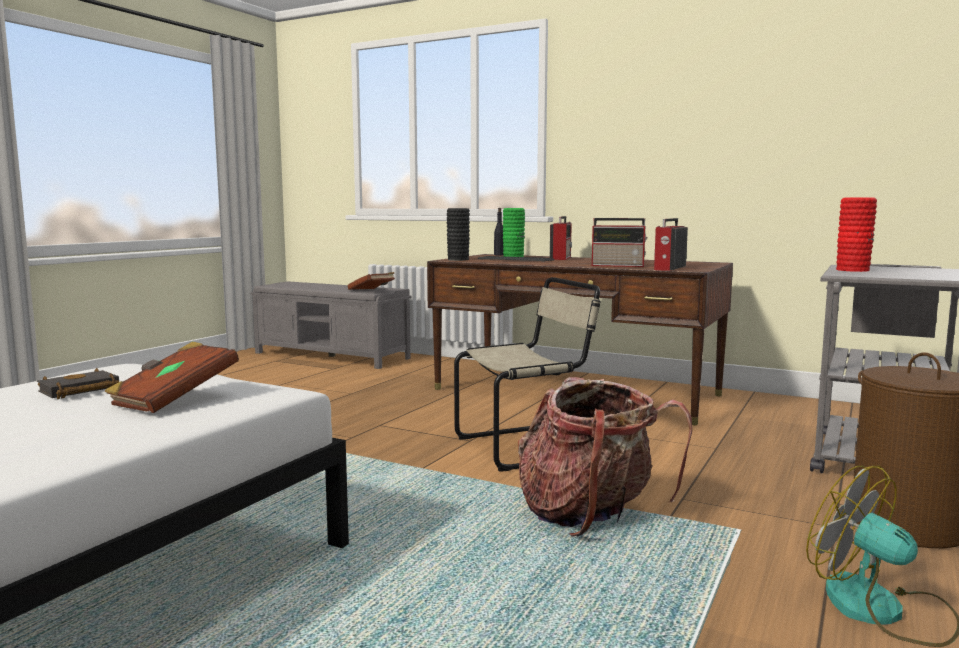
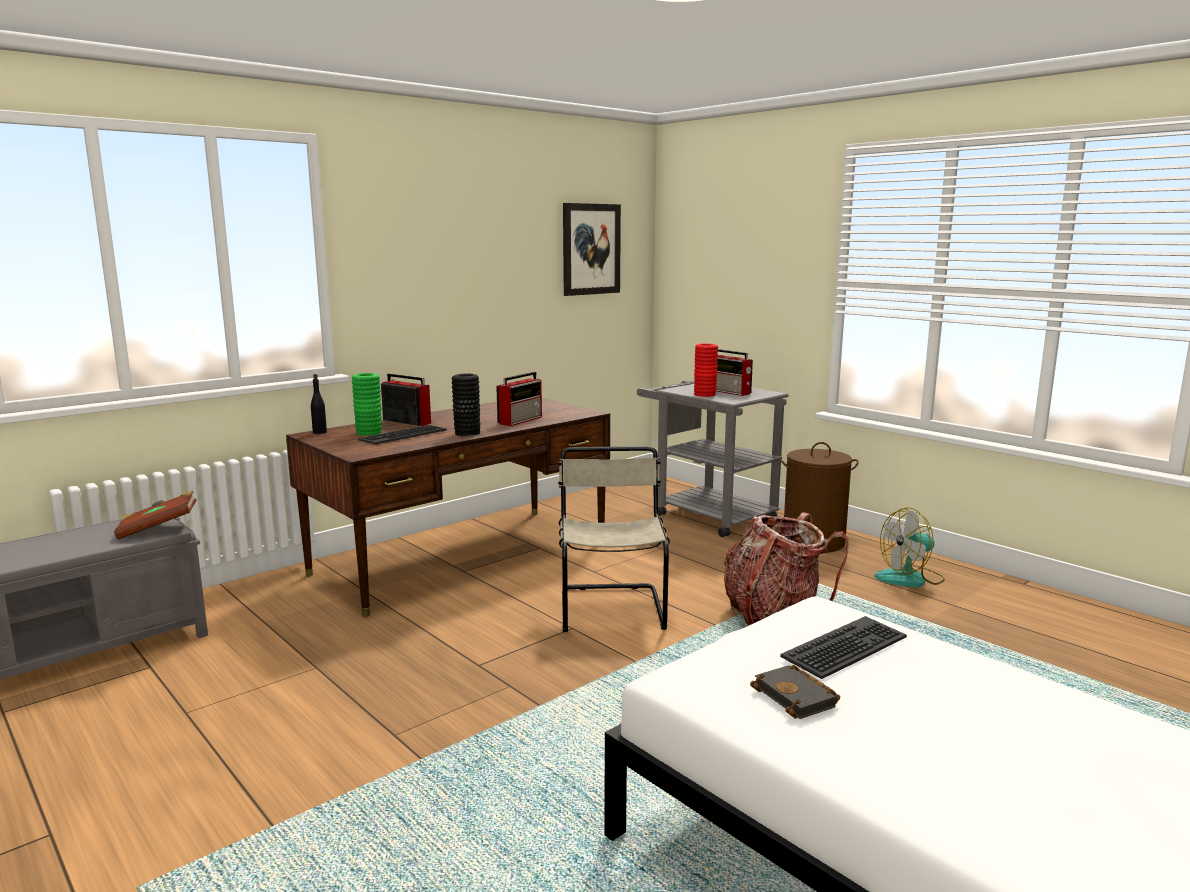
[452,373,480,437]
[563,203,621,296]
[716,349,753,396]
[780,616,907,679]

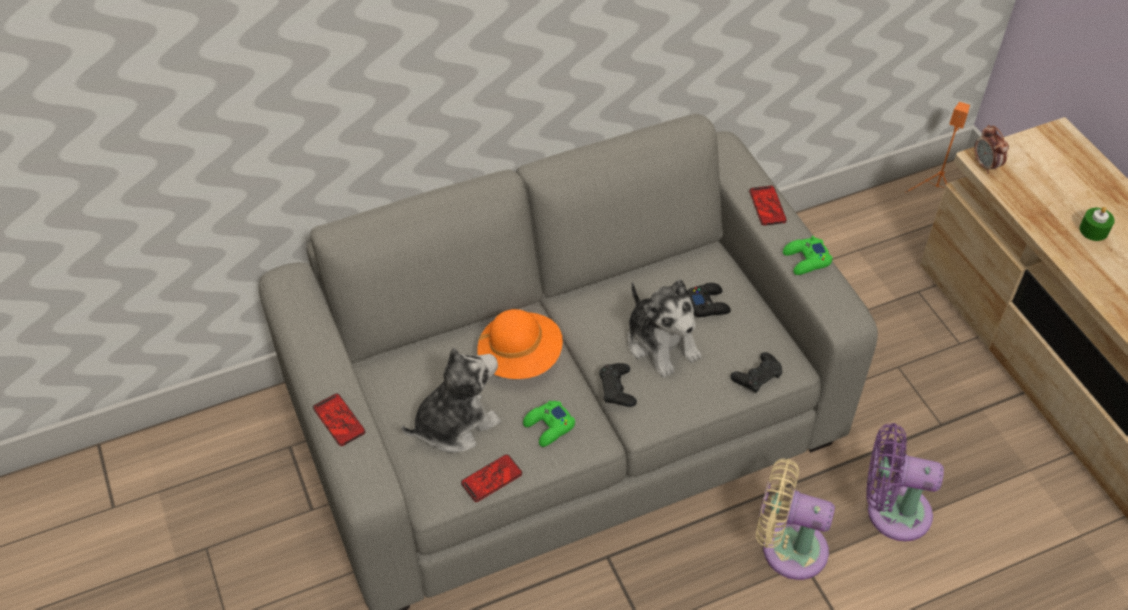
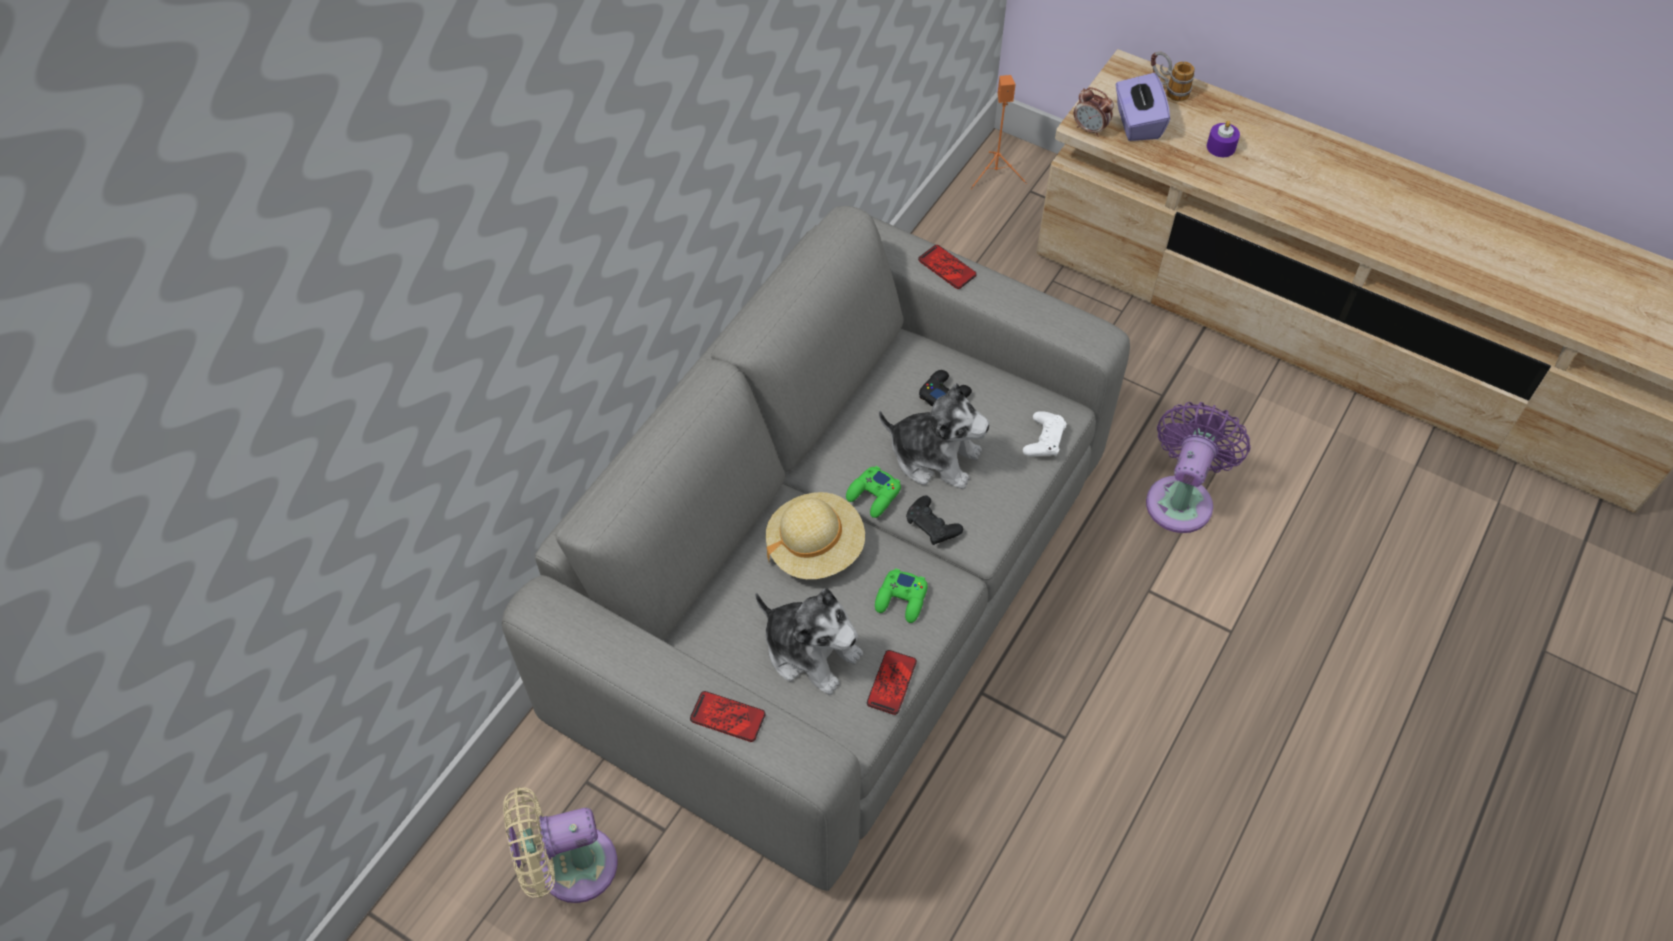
[503,787,618,903]
[755,588,863,695]
[766,492,865,579]
[846,466,901,518]
[1023,411,1067,457]
[1116,73,1170,141]
[1146,402,1251,533]
[1151,52,1195,101]
[1207,120,1240,157]

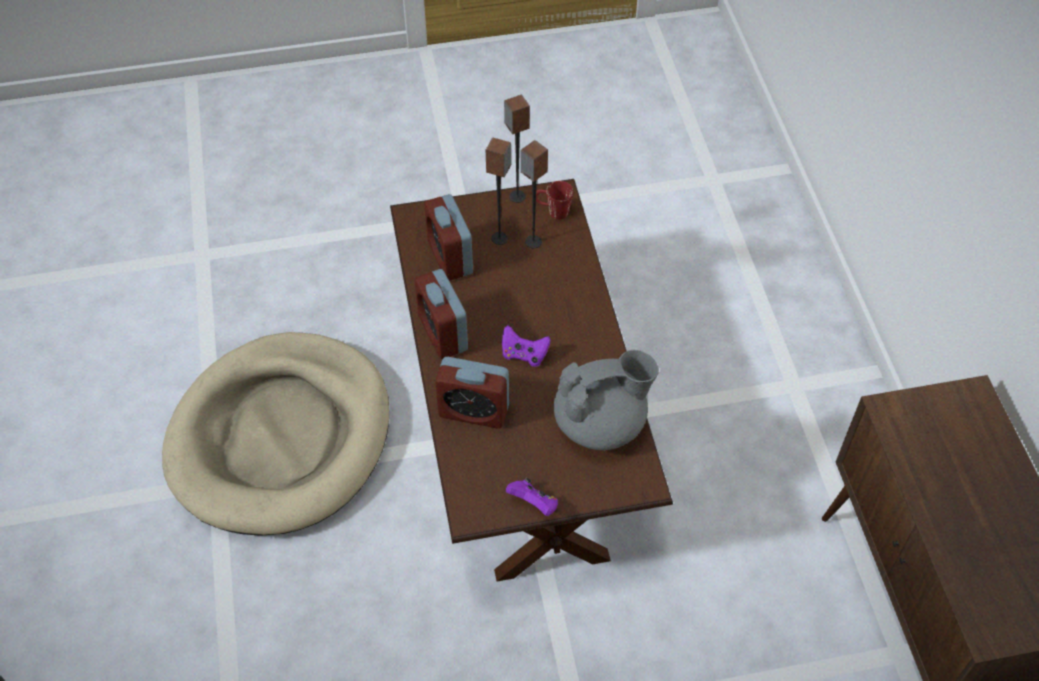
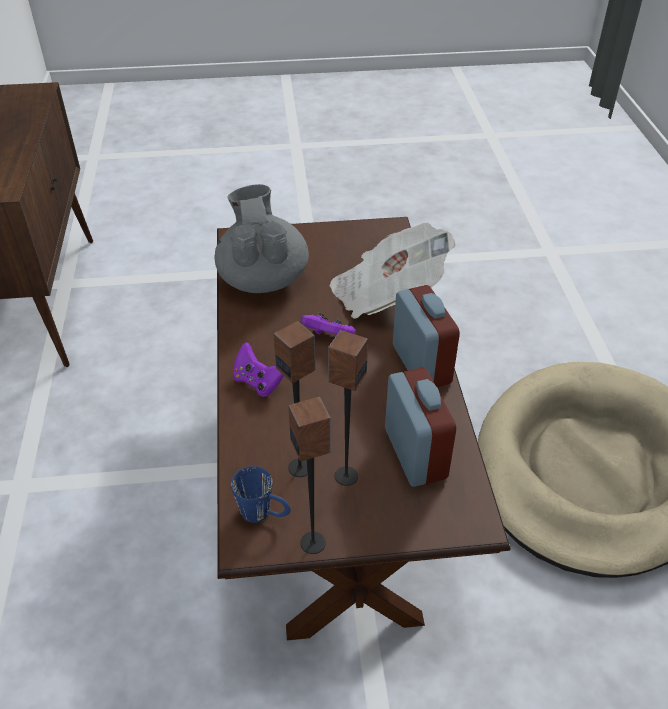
[214,184,309,293]
[231,466,291,523]
[233,343,284,397]
[329,223,455,319]

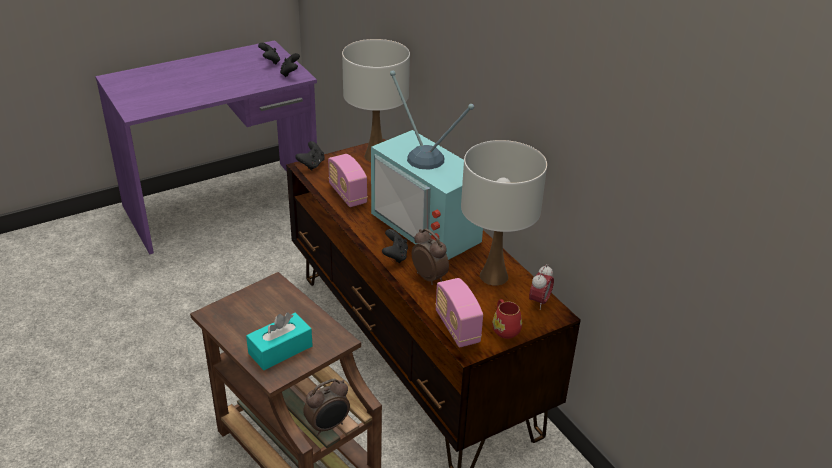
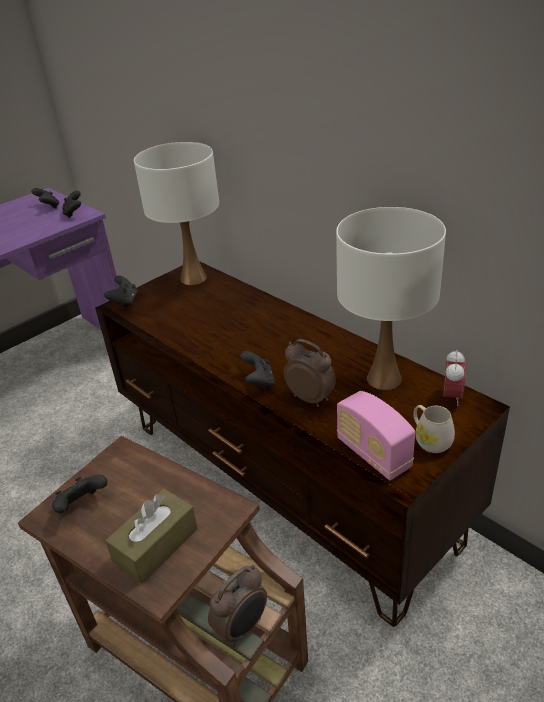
[52,475,108,513]
[105,489,198,583]
[414,405,455,453]
[328,154,368,207] (first image)
[371,71,483,260] (first image)

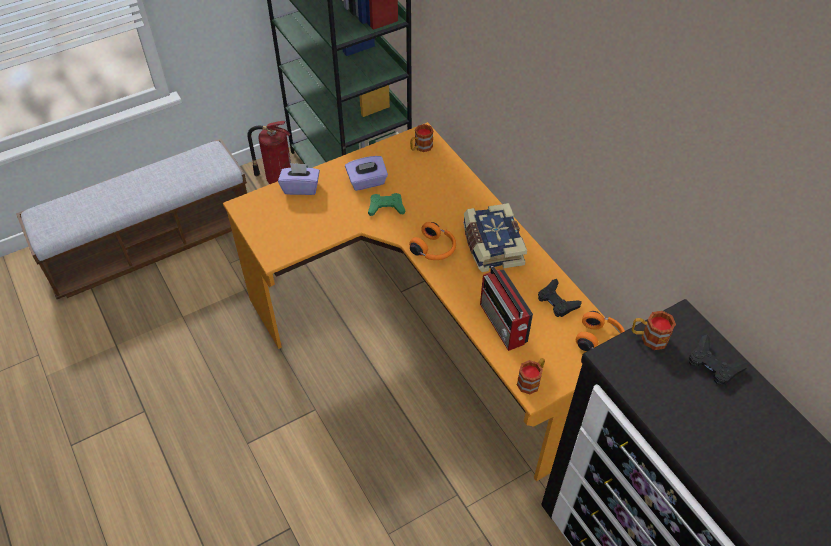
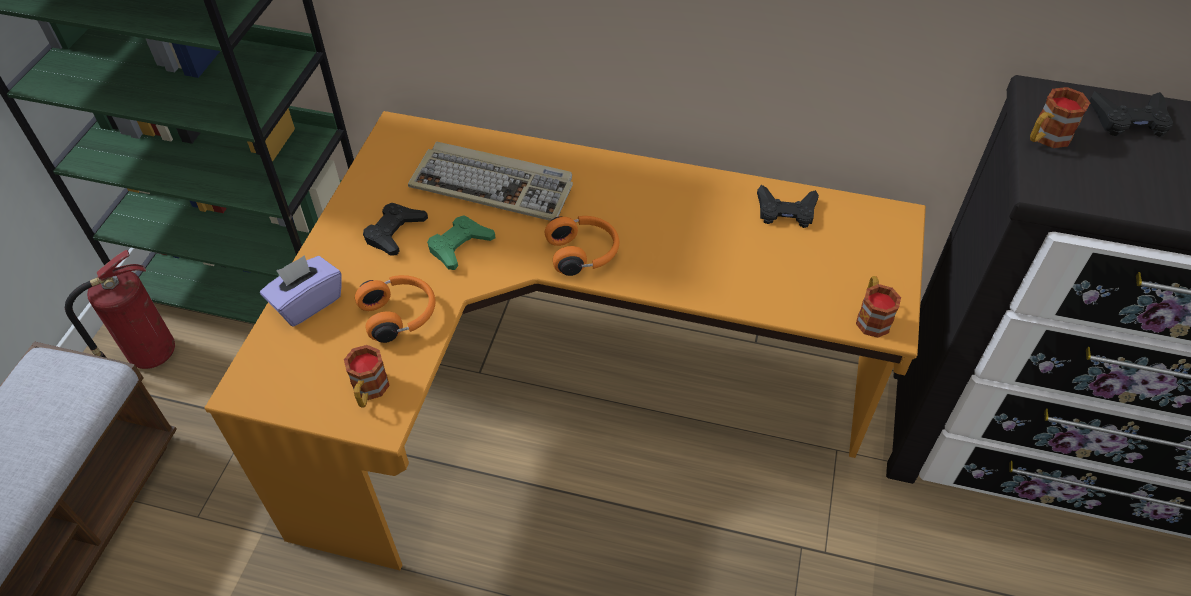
[344,345,390,408]
[355,275,435,343]
[363,202,428,256]
[408,142,573,221]
[463,203,527,272] (first image)
[480,266,533,351] (first image)

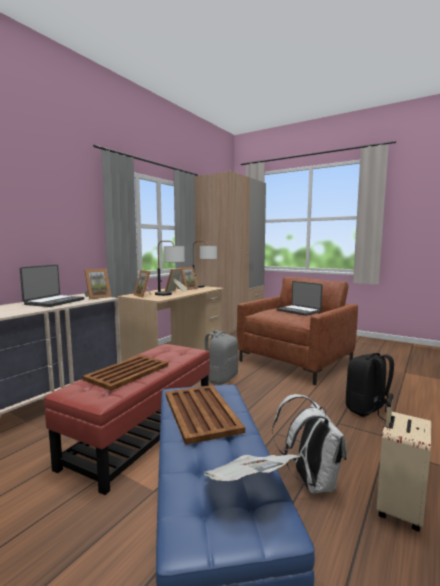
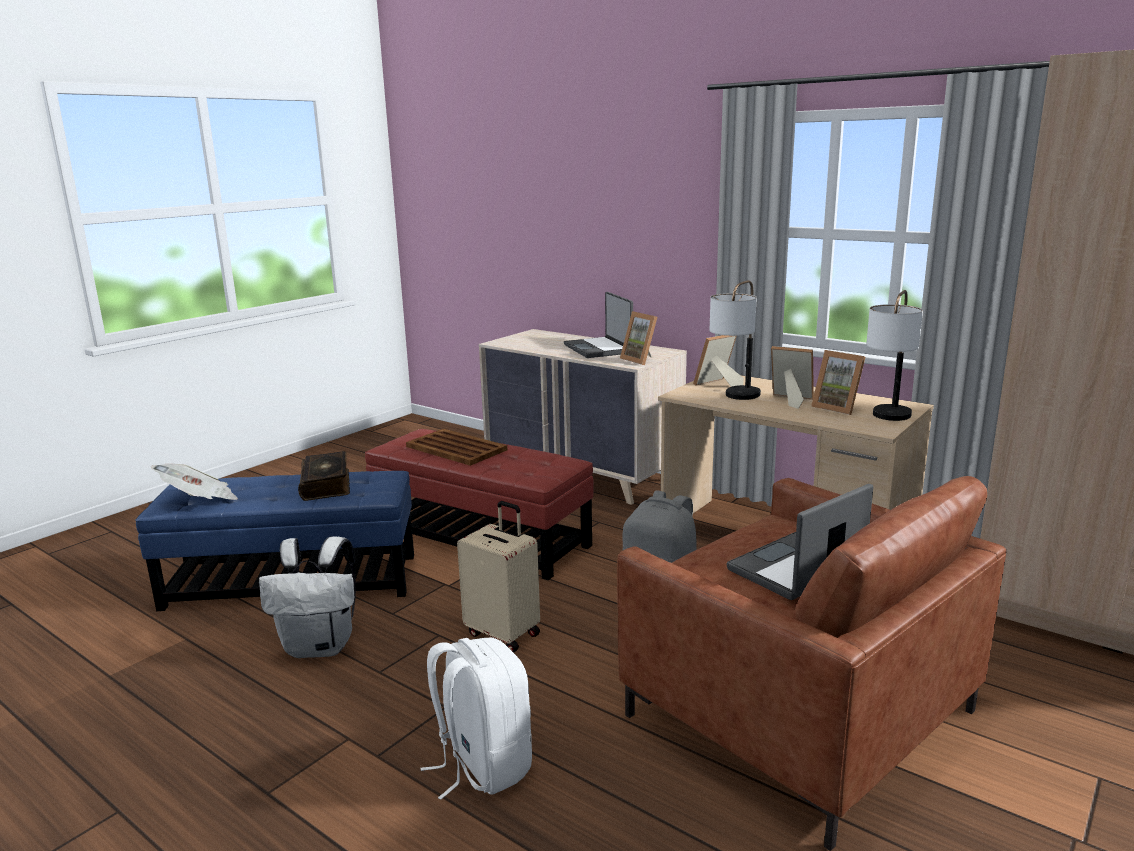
[298,451,350,501]
[421,638,532,800]
[457,501,540,652]
[564,292,633,358]

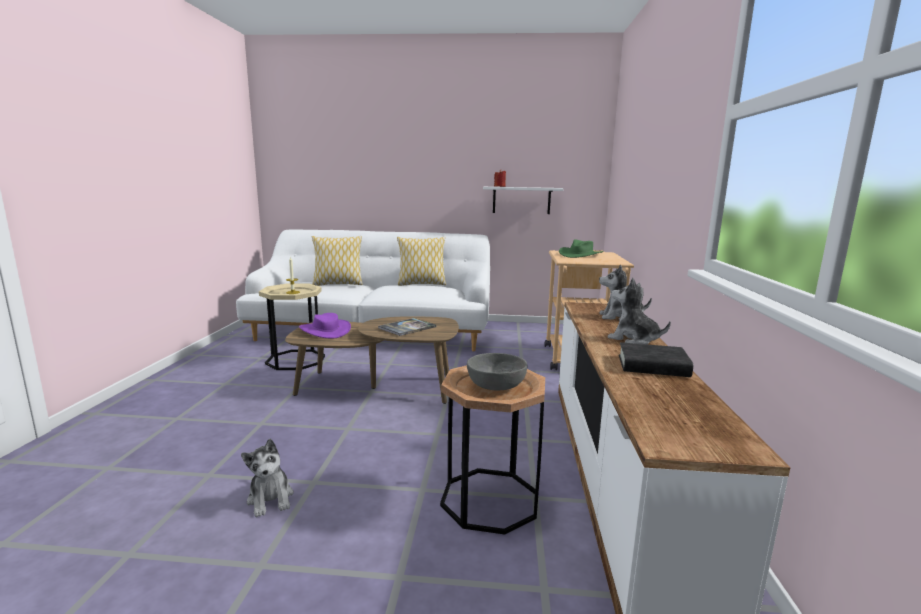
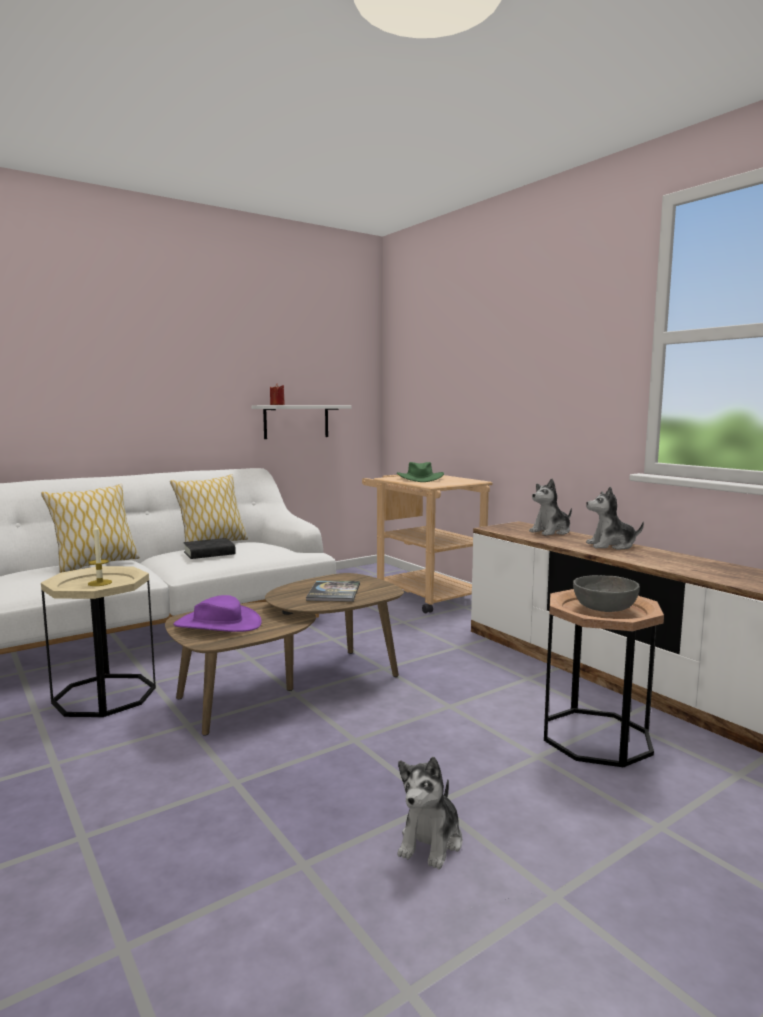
[183,538,236,559]
[398,757,463,869]

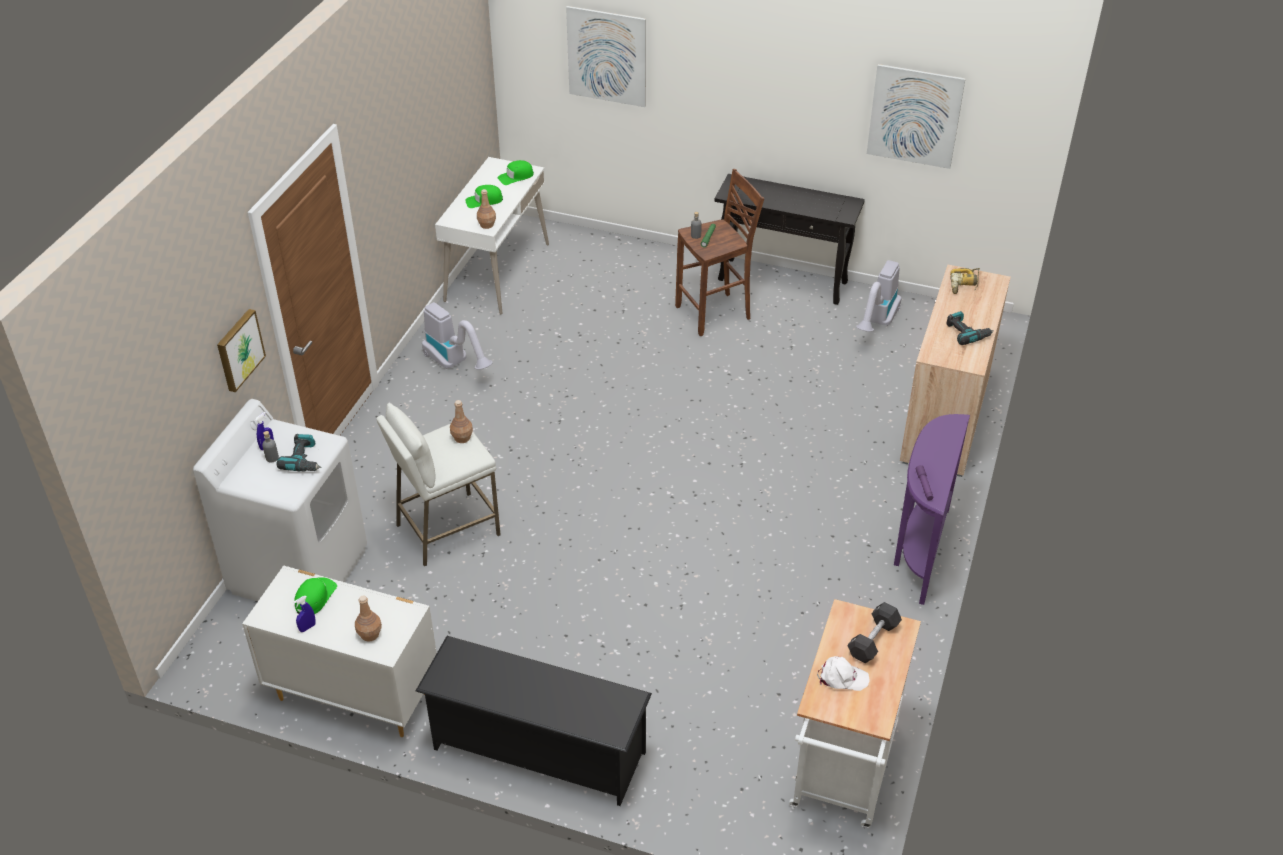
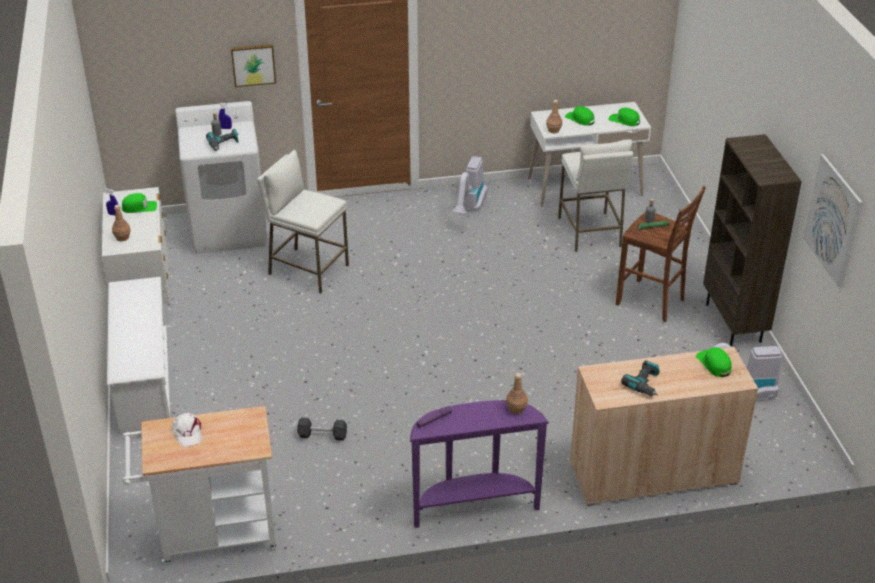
[107,277,171,435]
[297,418,347,440]
[506,373,528,414]
[558,139,633,252]
[696,347,732,377]
[703,134,802,347]
[566,6,646,107] (first image)

